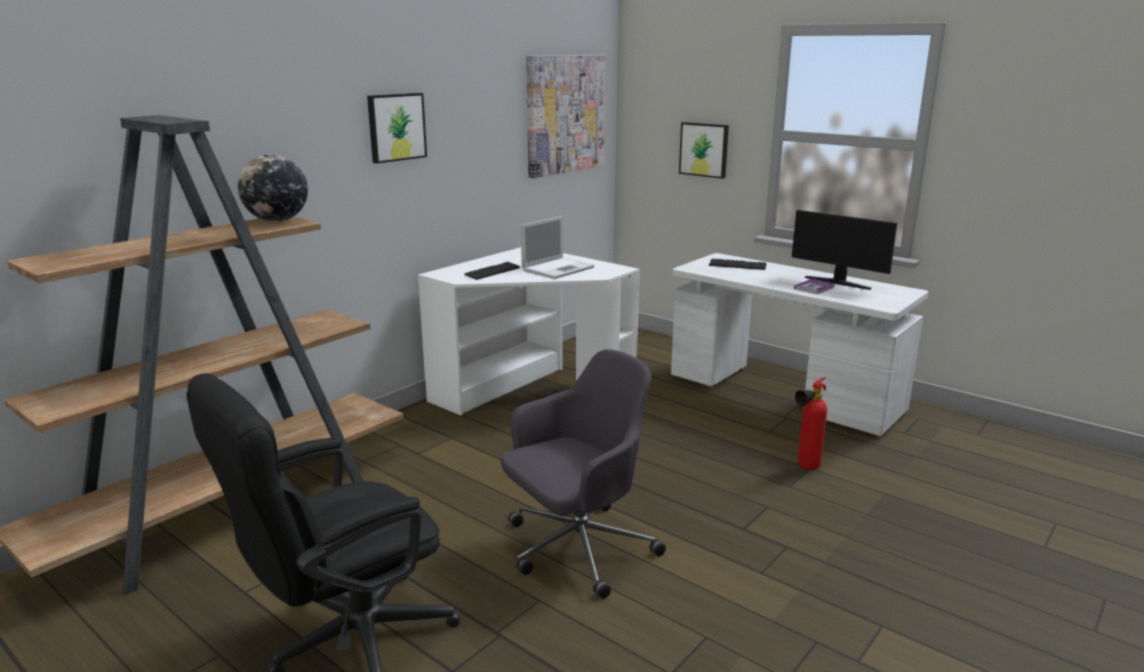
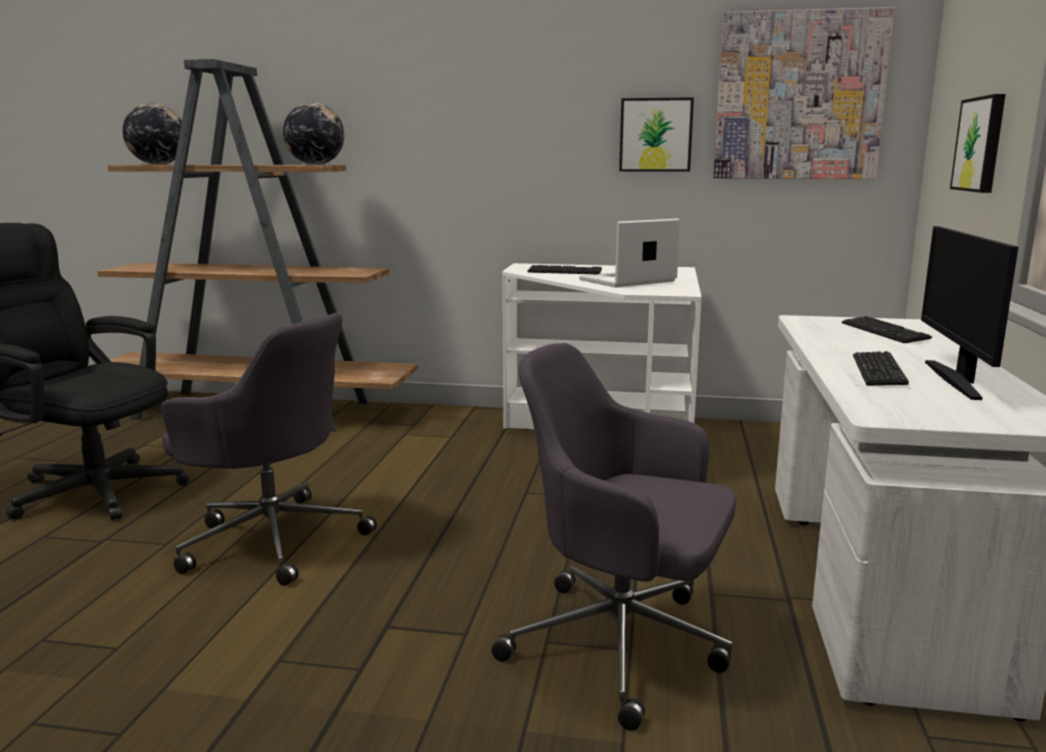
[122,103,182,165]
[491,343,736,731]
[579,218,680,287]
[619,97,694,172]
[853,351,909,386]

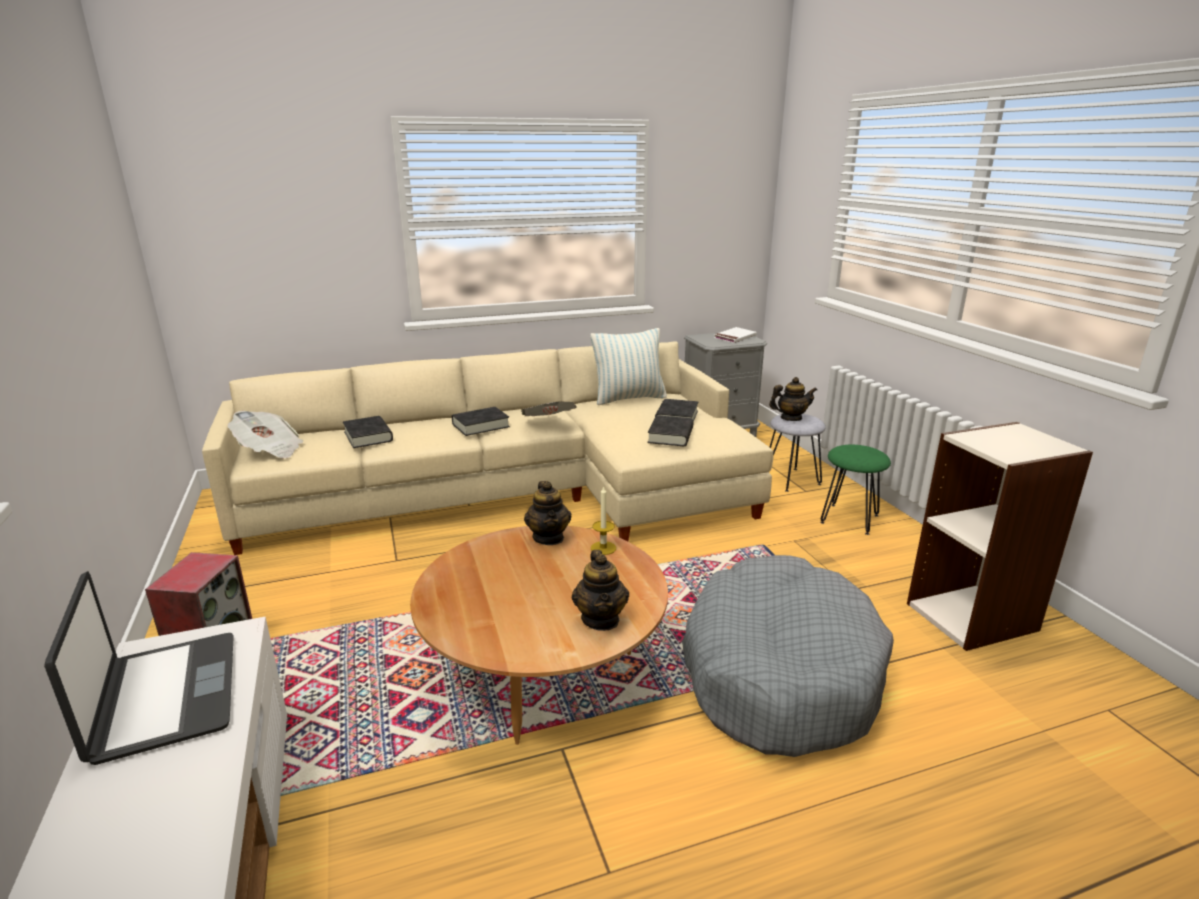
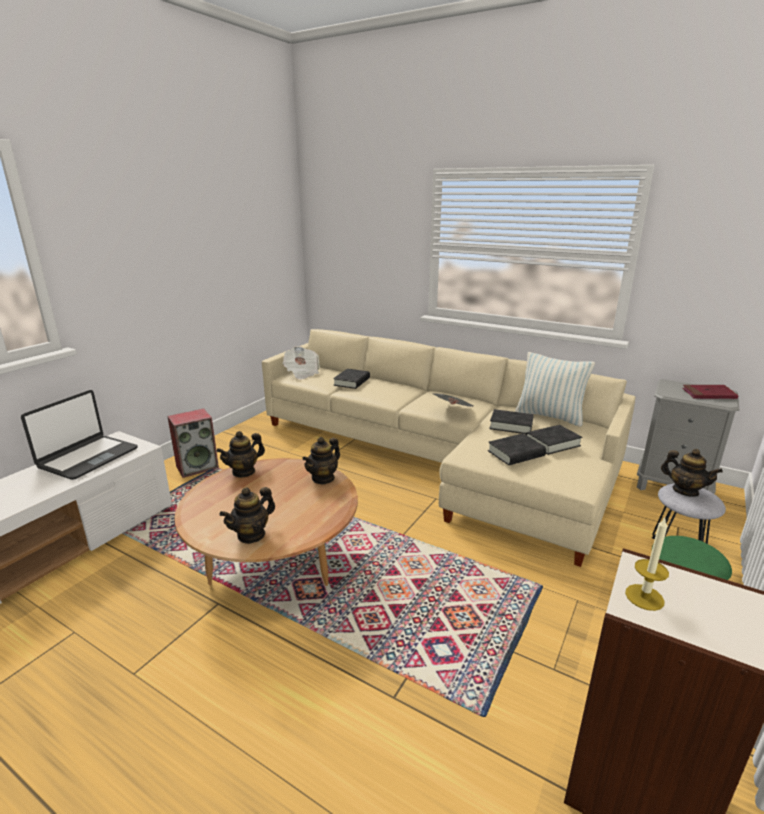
[217,431,265,478]
[489,409,534,434]
[625,518,669,611]
[682,385,739,399]
[682,555,894,757] (first image)

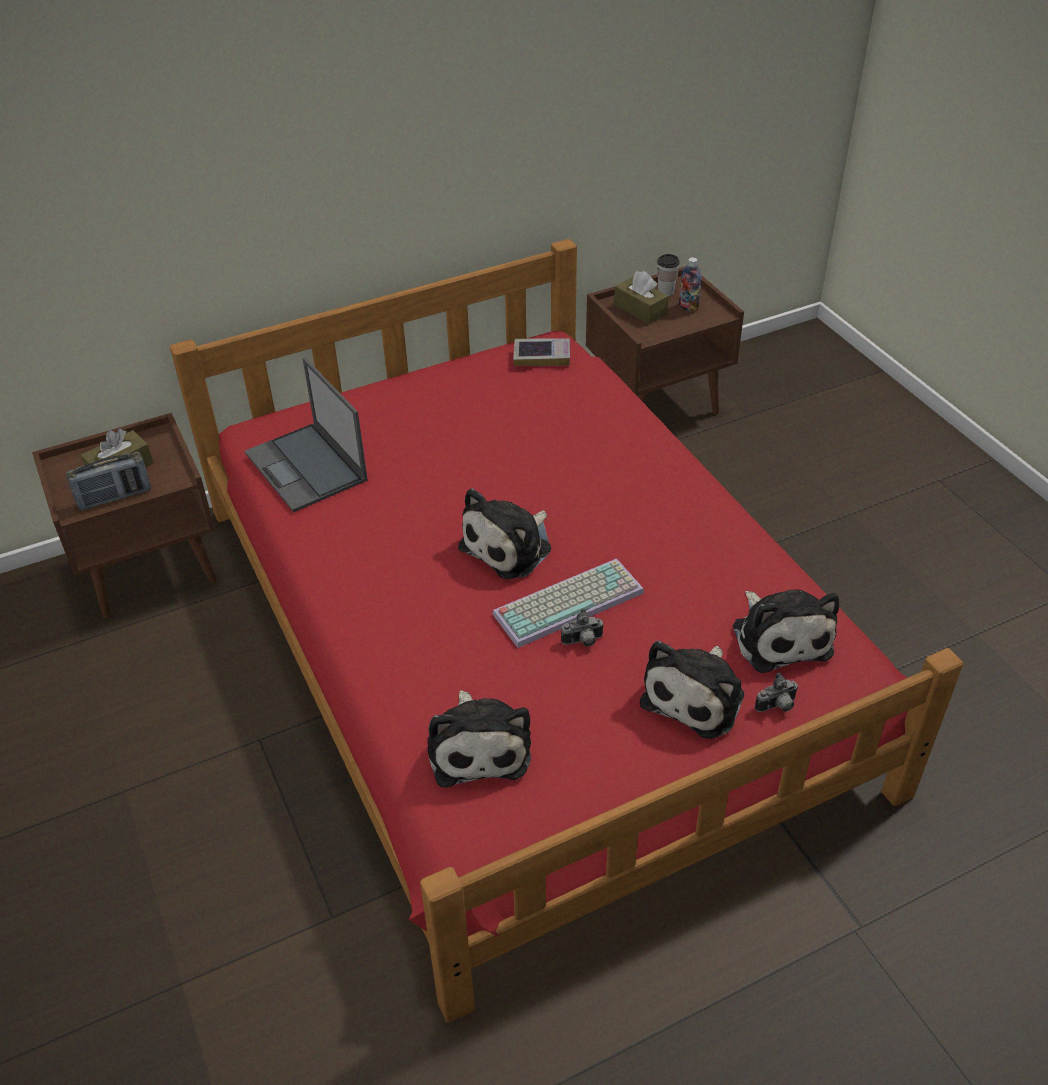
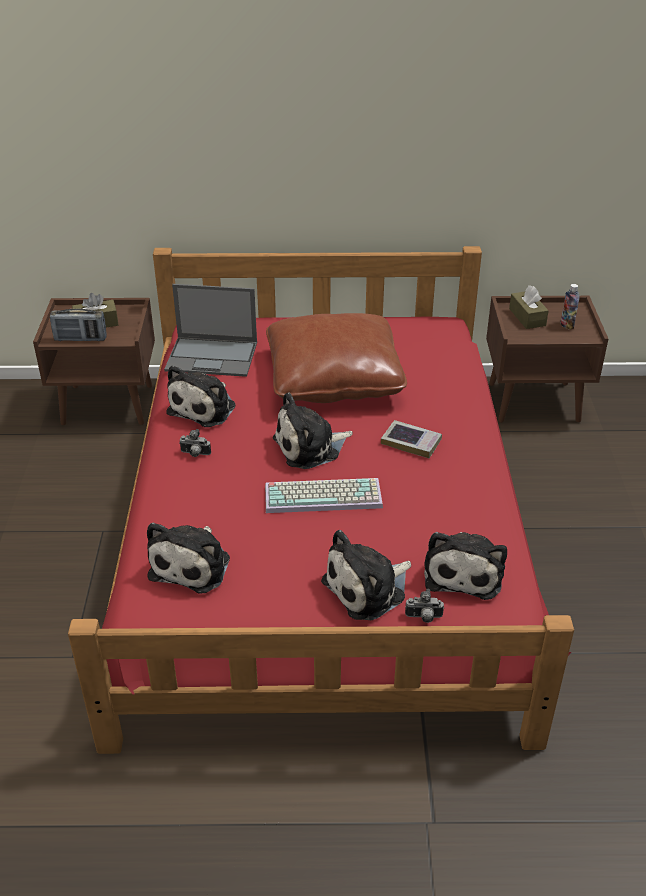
[164,284,257,377]
[166,365,236,427]
[179,429,211,457]
[266,313,407,403]
[381,420,442,458]
[657,254,680,296] (first image)

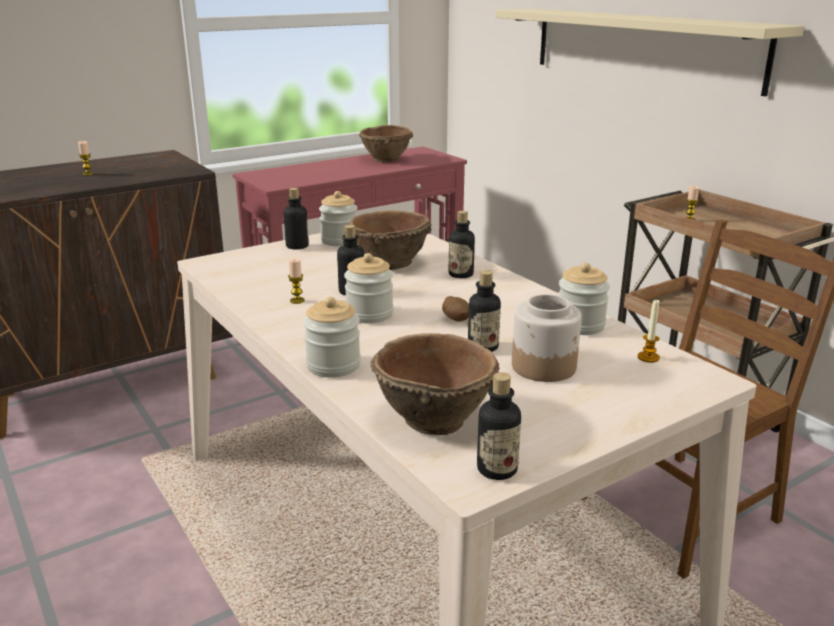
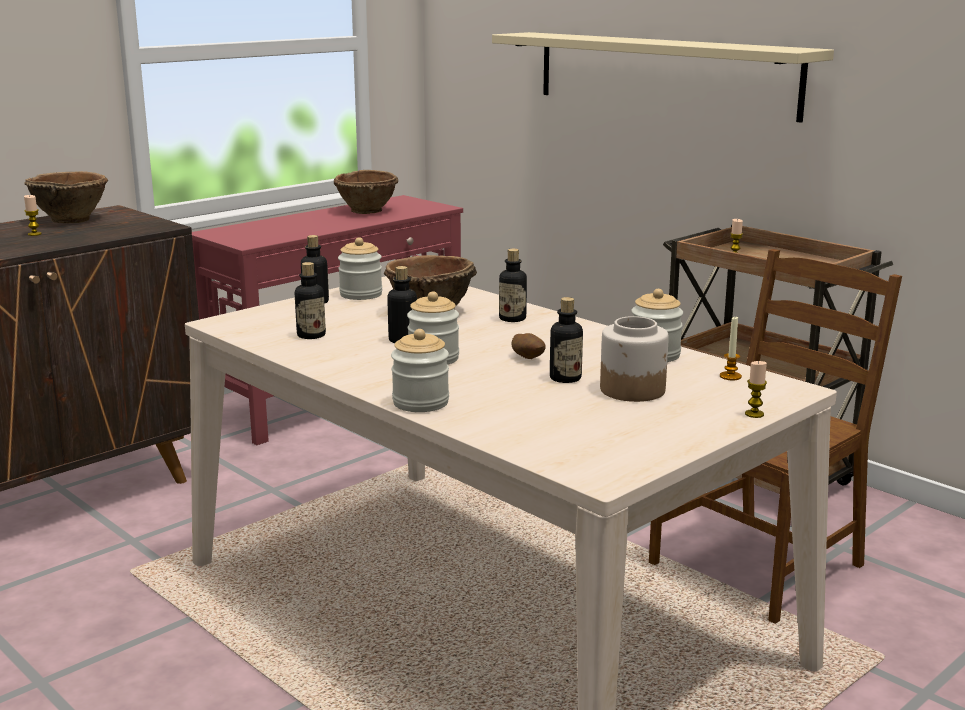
[24,171,108,223]
[295,262,326,339]
[745,361,767,418]

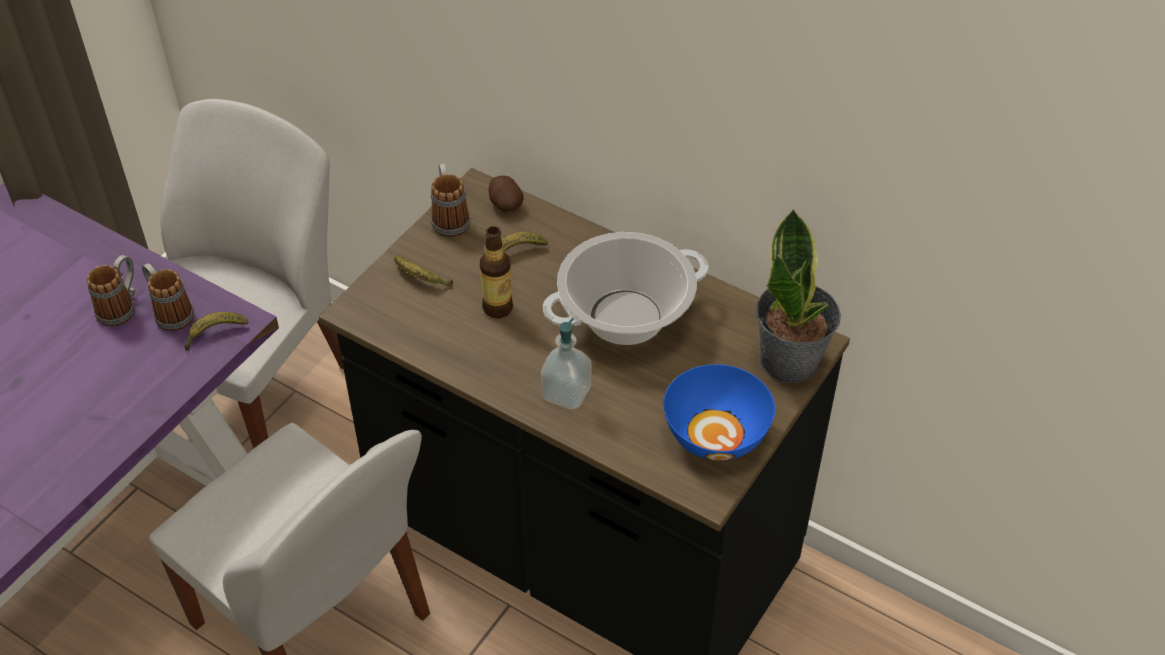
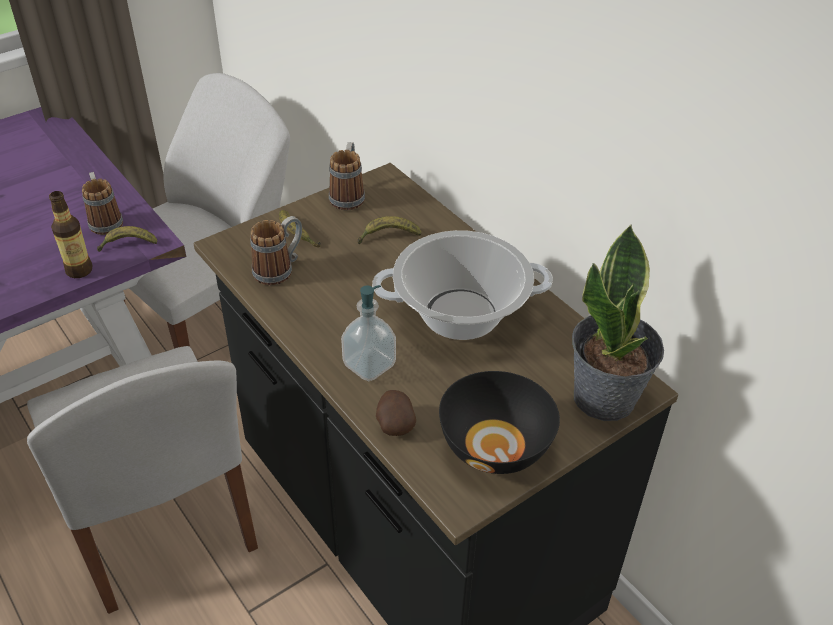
[49,191,92,278]
[250,216,302,286]
[376,390,416,436]
[439,371,560,474]

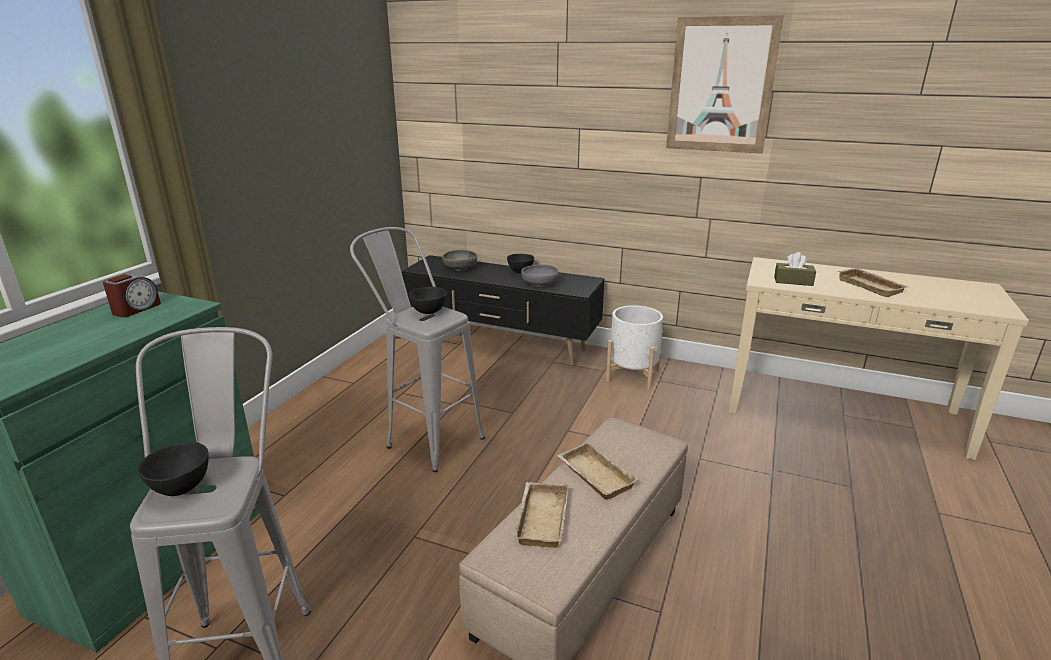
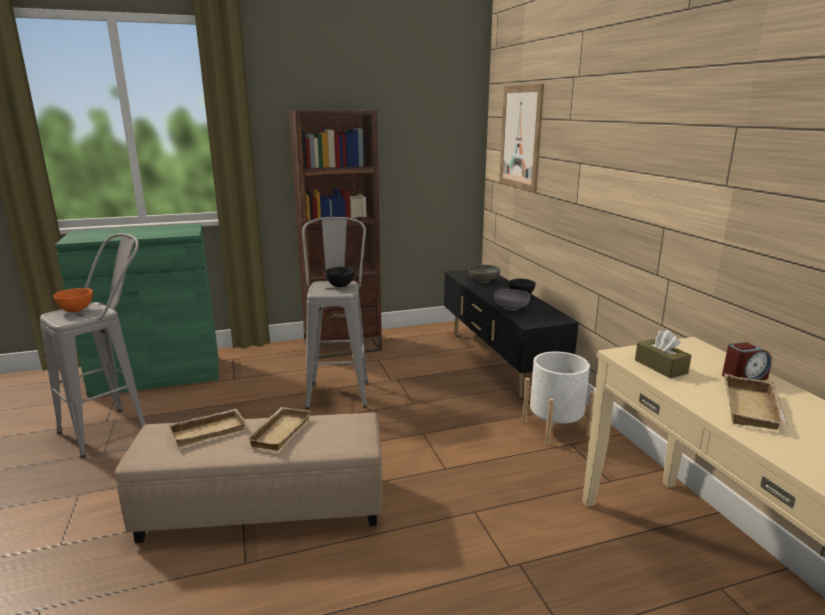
[53,288,93,312]
[289,110,382,359]
[499,84,544,193]
[722,342,772,380]

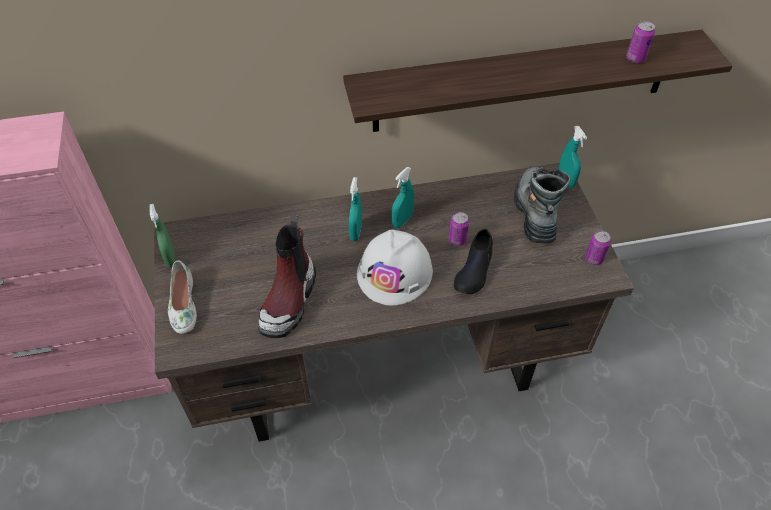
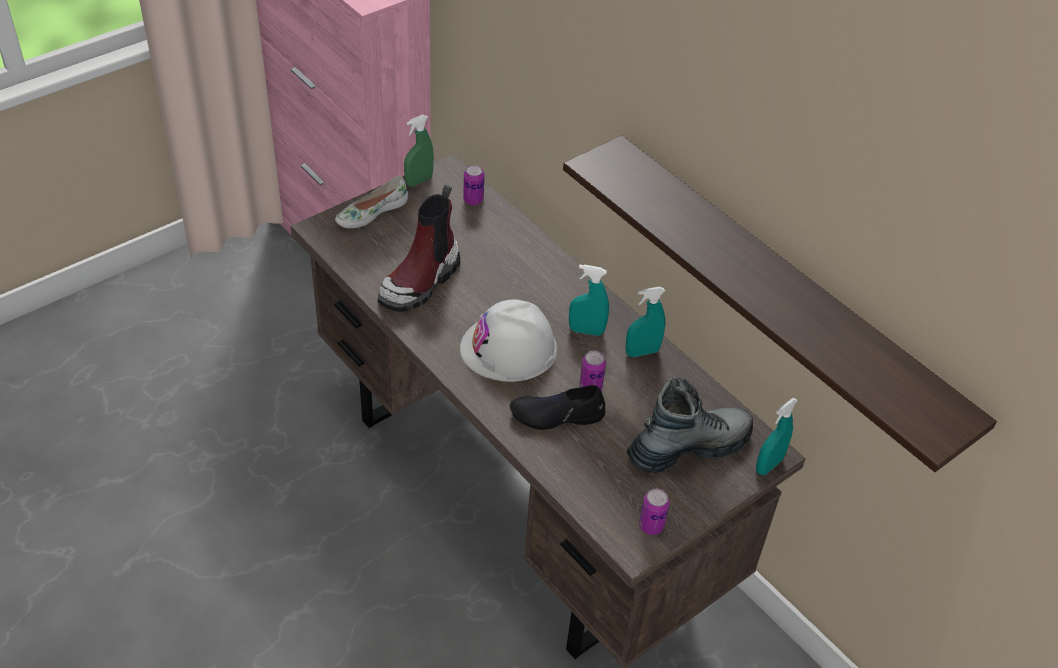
[378,185,460,312]
[463,165,484,205]
[626,287,665,357]

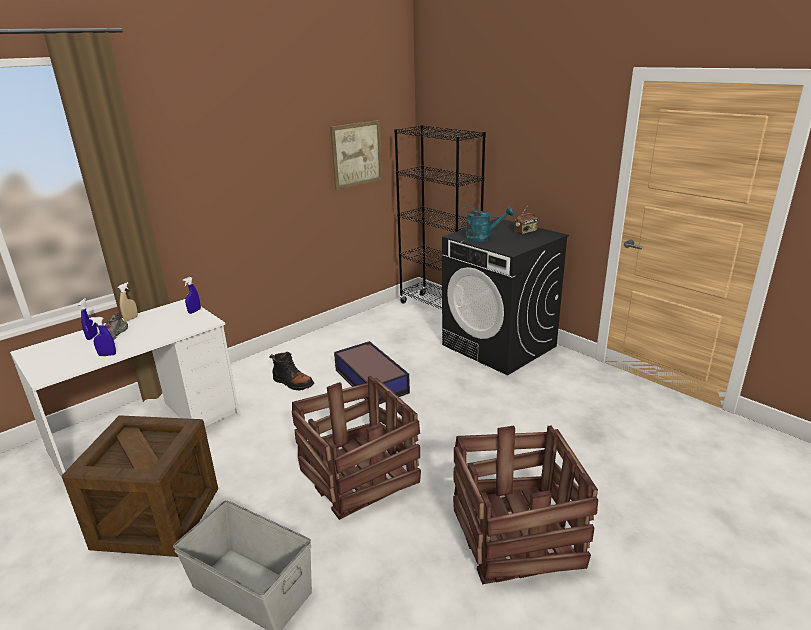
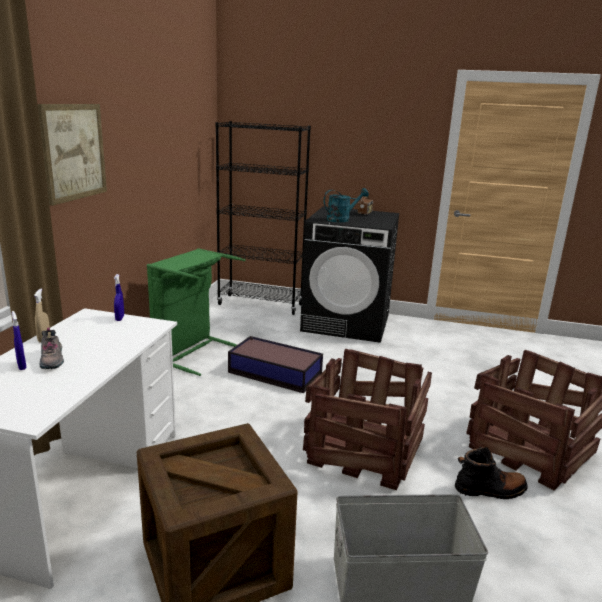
[37,104,107,206]
[147,248,246,376]
[455,446,527,499]
[89,317,116,356] (first image)

